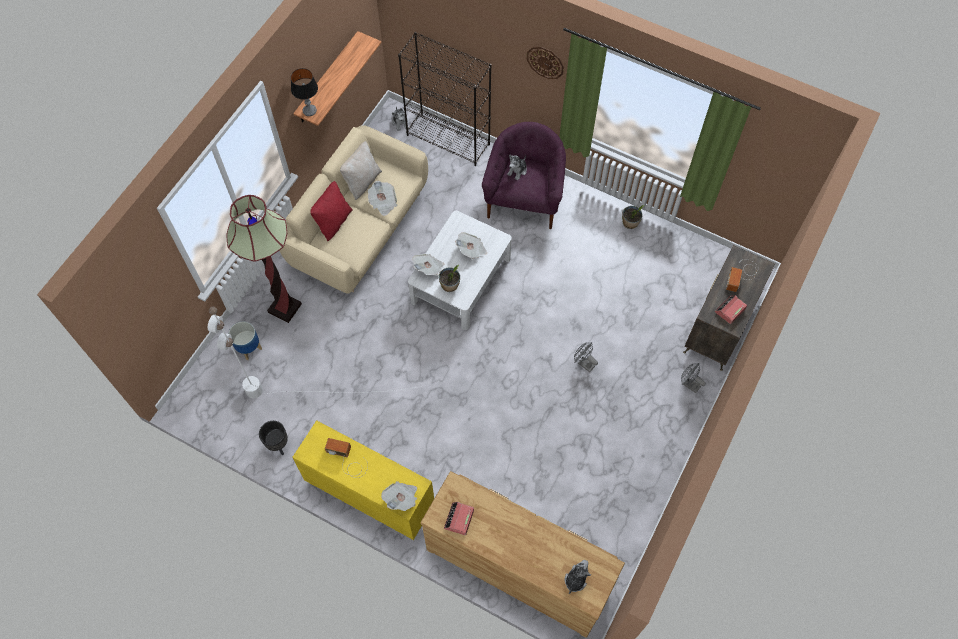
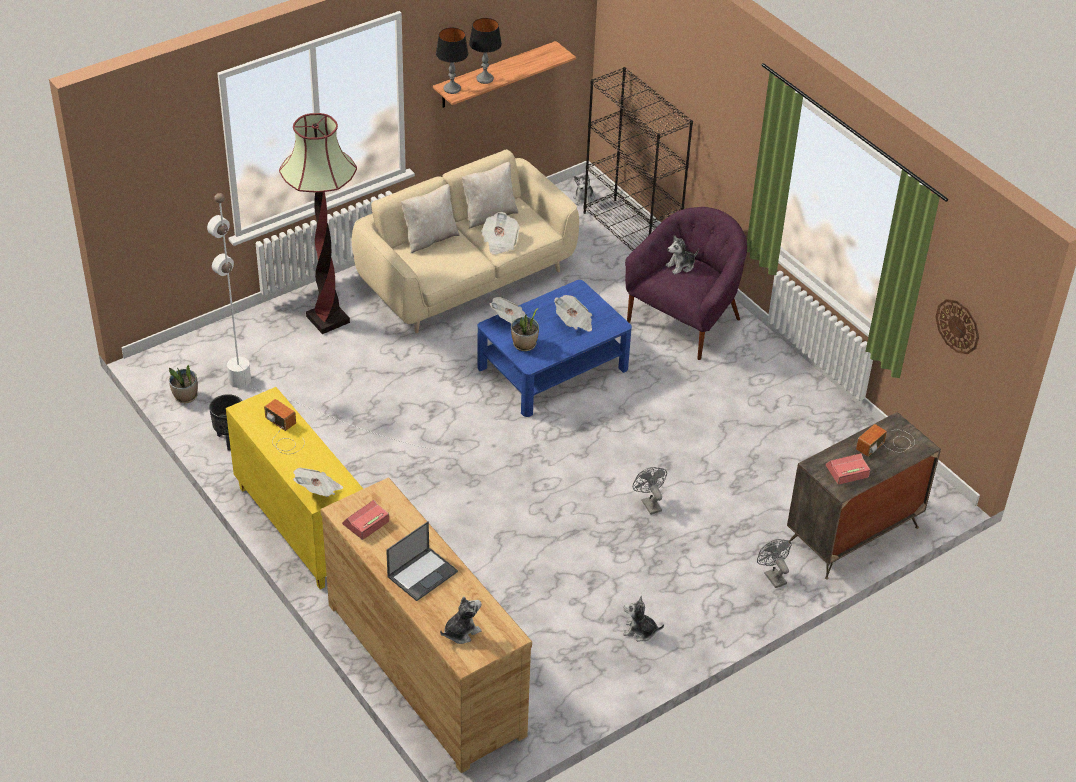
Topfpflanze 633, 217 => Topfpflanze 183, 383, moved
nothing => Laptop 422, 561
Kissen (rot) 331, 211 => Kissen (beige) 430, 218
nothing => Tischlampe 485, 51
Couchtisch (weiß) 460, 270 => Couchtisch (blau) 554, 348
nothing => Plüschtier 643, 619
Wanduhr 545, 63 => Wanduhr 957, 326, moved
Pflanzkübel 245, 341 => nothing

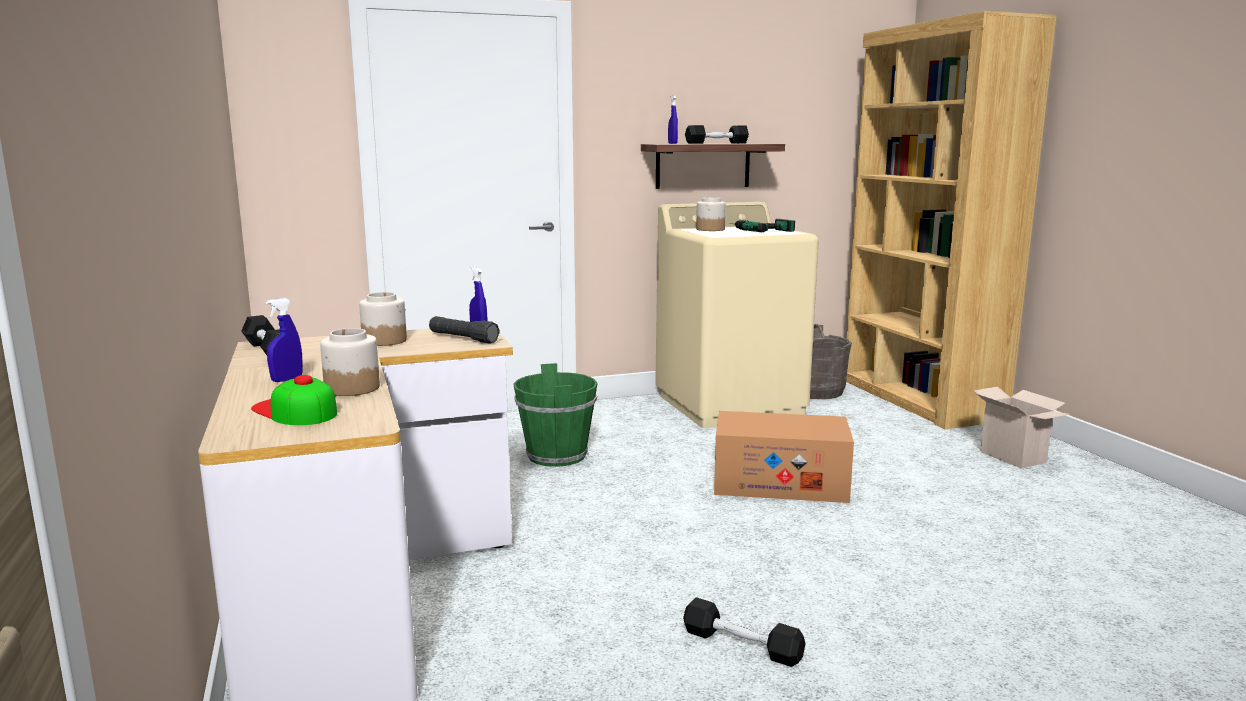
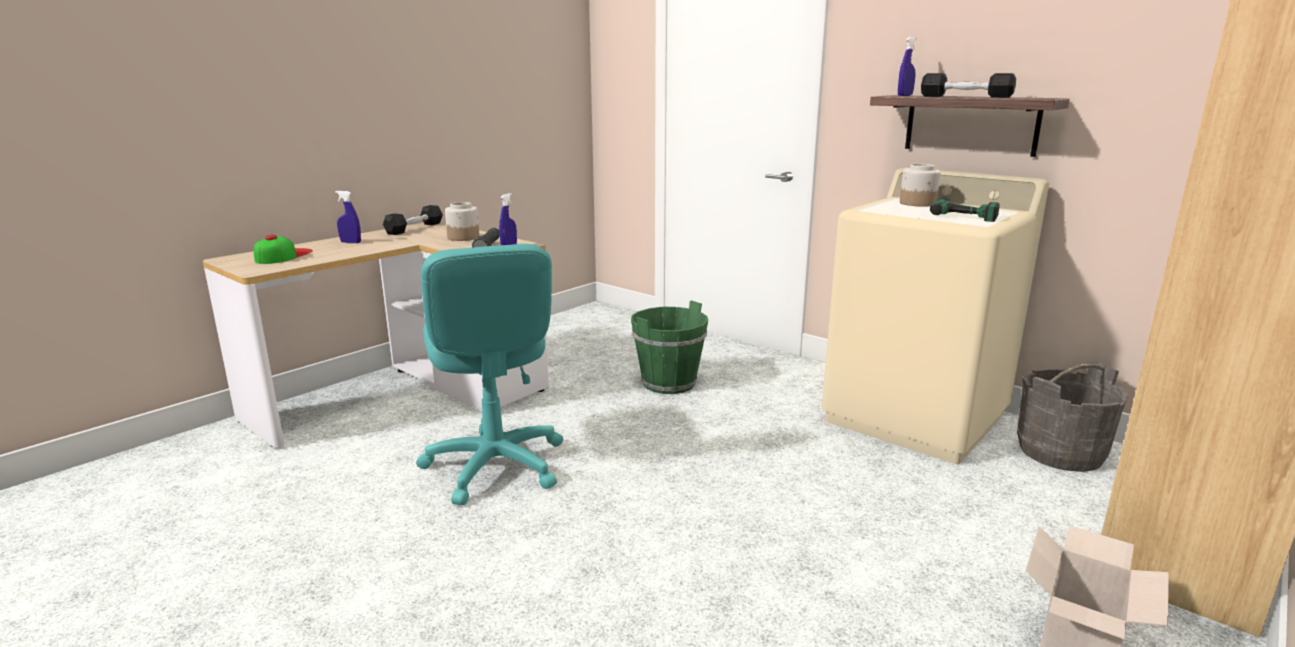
nothing => Bürostuhl (türkis) 489, 374
Vorratsglas 350, 362 => nothing
Hantel (schwarz) 744, 632 => nothing
Karton 784, 457 => nothing

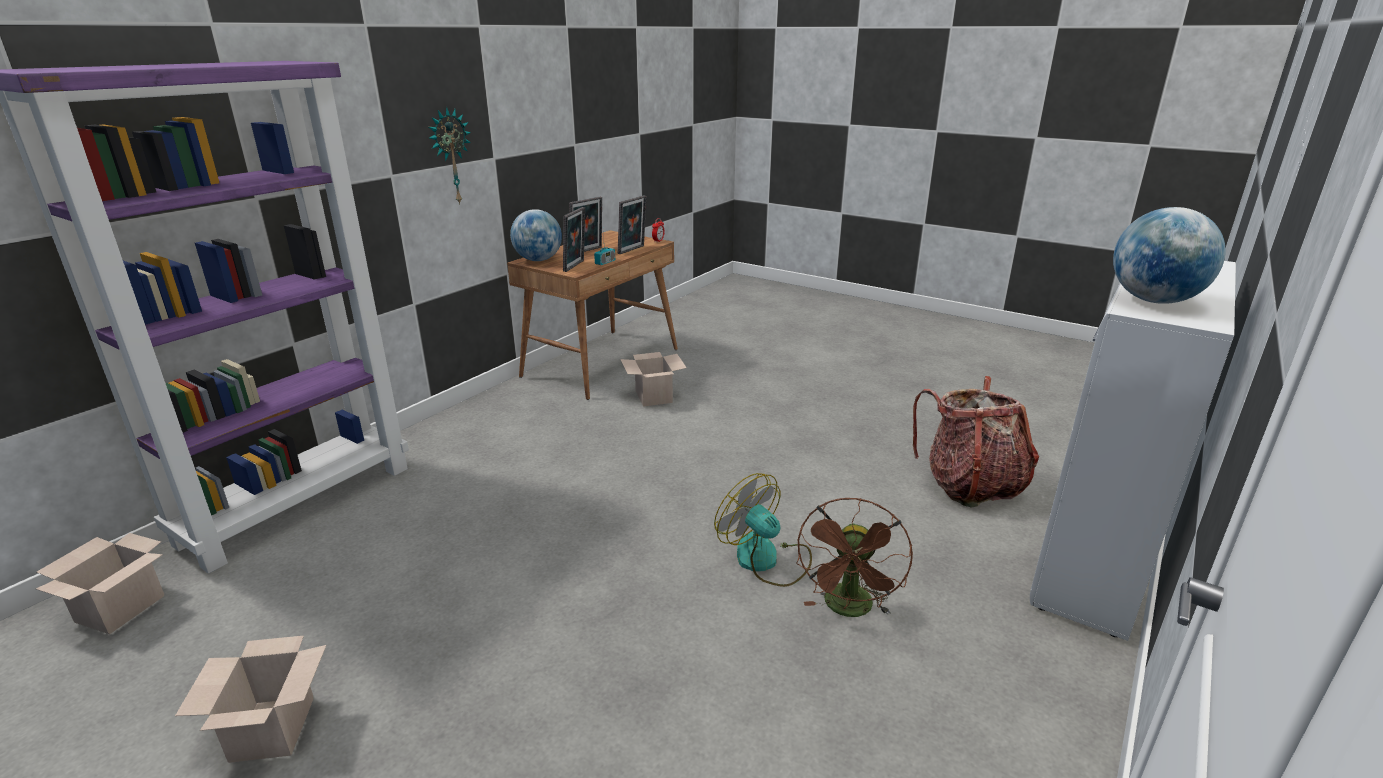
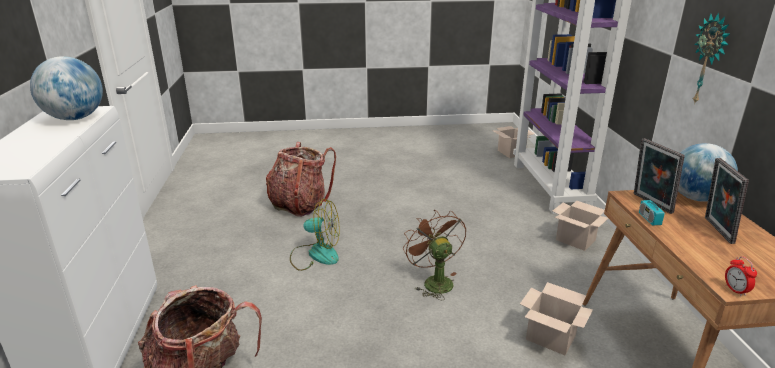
nothing => Rucksack 301, 179
Ventilator (braun) 854, 557 => Ventilator (braun) 434, 255, moved
Karton 250, 699 => Karton 580, 225, moved
Bilderrahmen 632, 224 => nothing

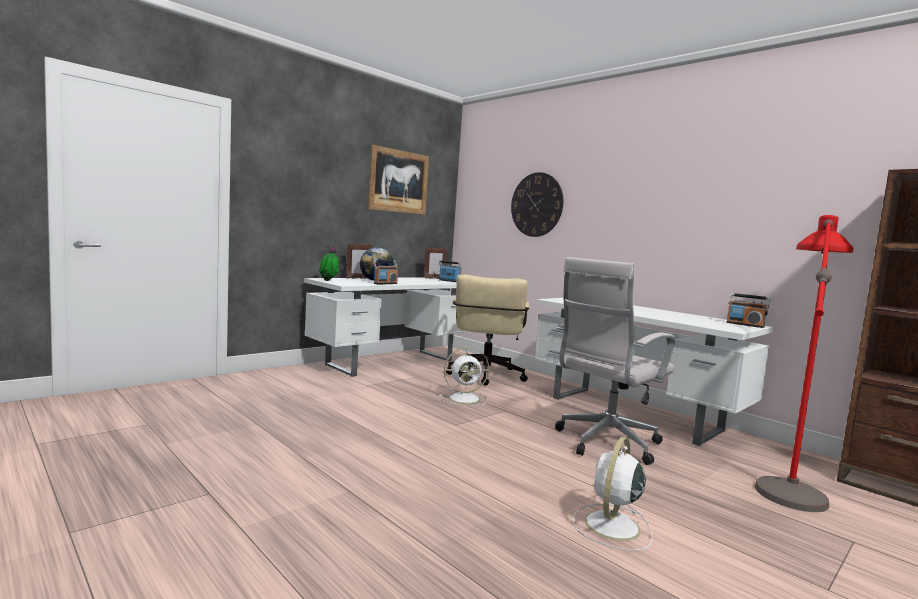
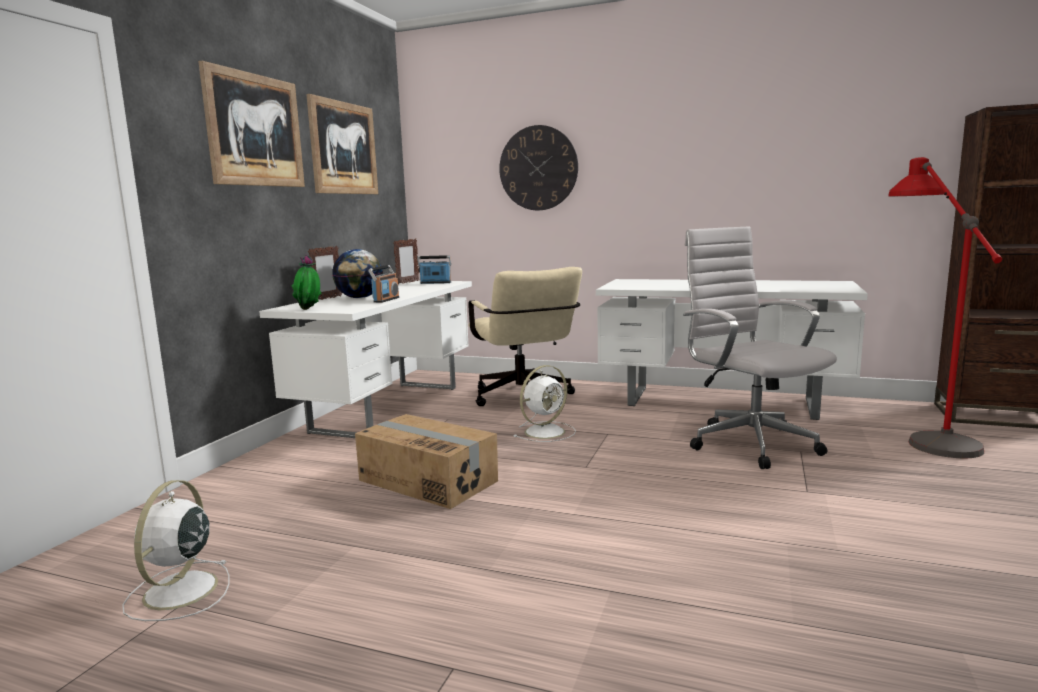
Ventilator (weiß) 613, 494 => Ventilator (weiß) 176, 550, moved
nothing => Bild 251, 124
nothing => Karton 426, 461
Bürostuhl (weiß) 615, 361 => Bürostuhl (weiß) 760, 347, 135 degrees clockwise
Radio 748, 310 => nothing

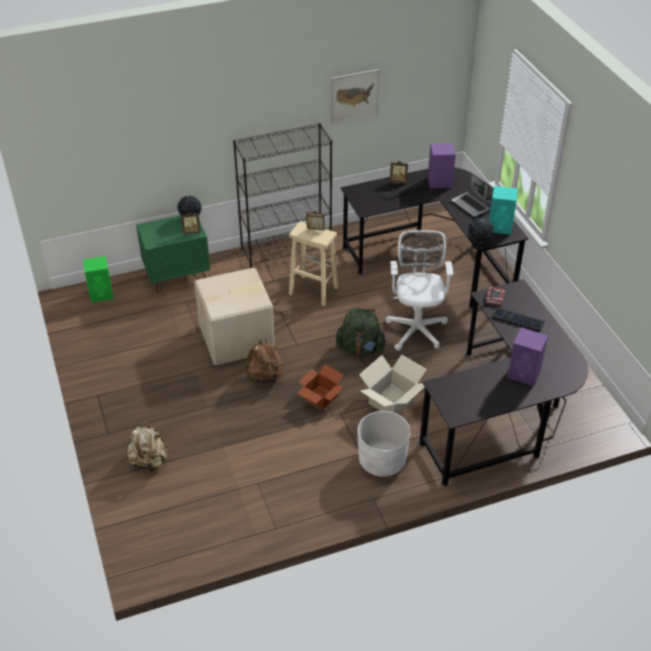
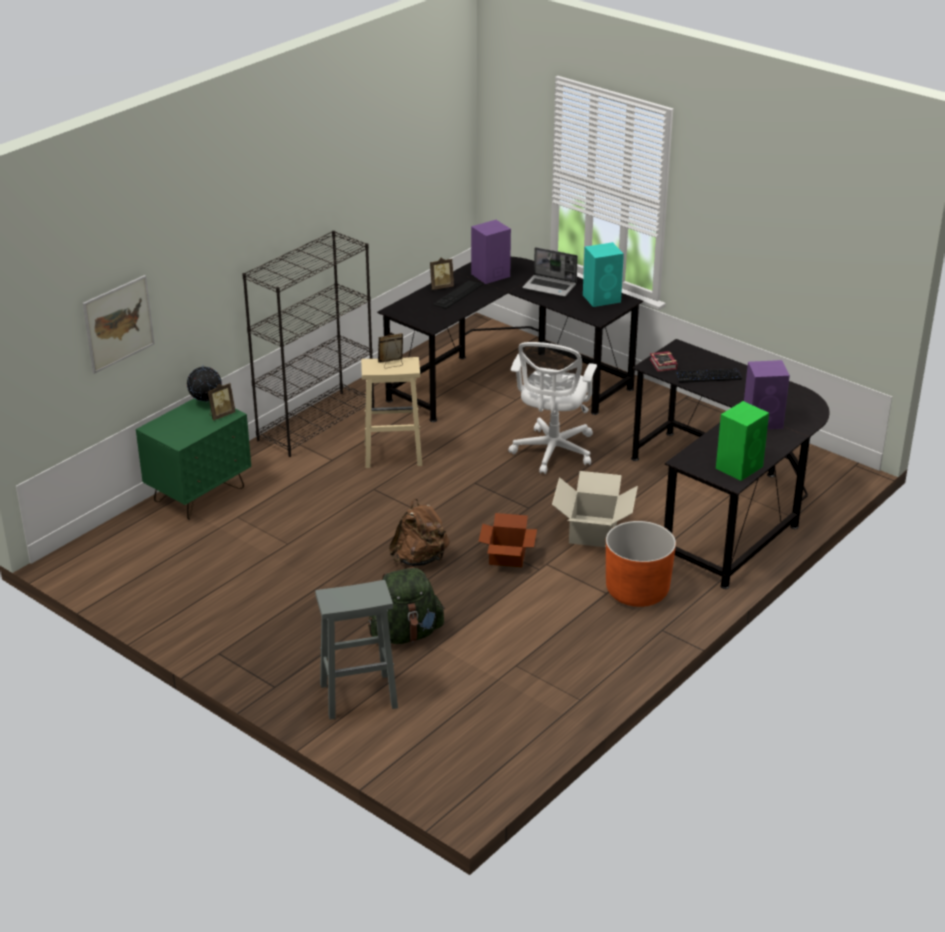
Bild 355, 96 => Bild 119, 324, moved
Rucksack (beige) 147, 447 => Hocker (grau) 356, 650
Rucksack (grün) 361, 331 => Rucksack (grün) 406, 605, moved
Bürostuhl (weiß) 419, 290 => Bürostuhl (weiß) 552, 408, 135 degrees counterclockwise
Pflanzkübel (weiß) 384, 444 => Pflanzkübel (orange) 641, 564
Lautsprecher (grün) 98, 279 => Lautsprecher (grün) 742, 441, moved
Karton 234, 316 => nothing
Globus 480, 230 => nothing

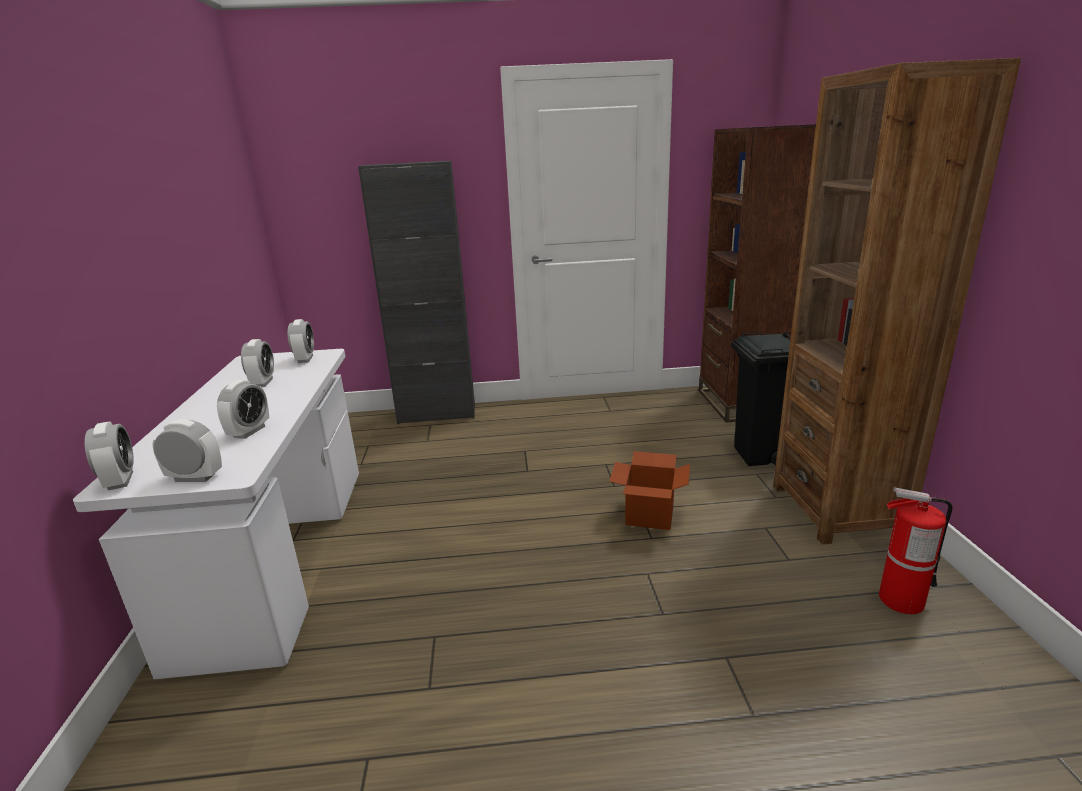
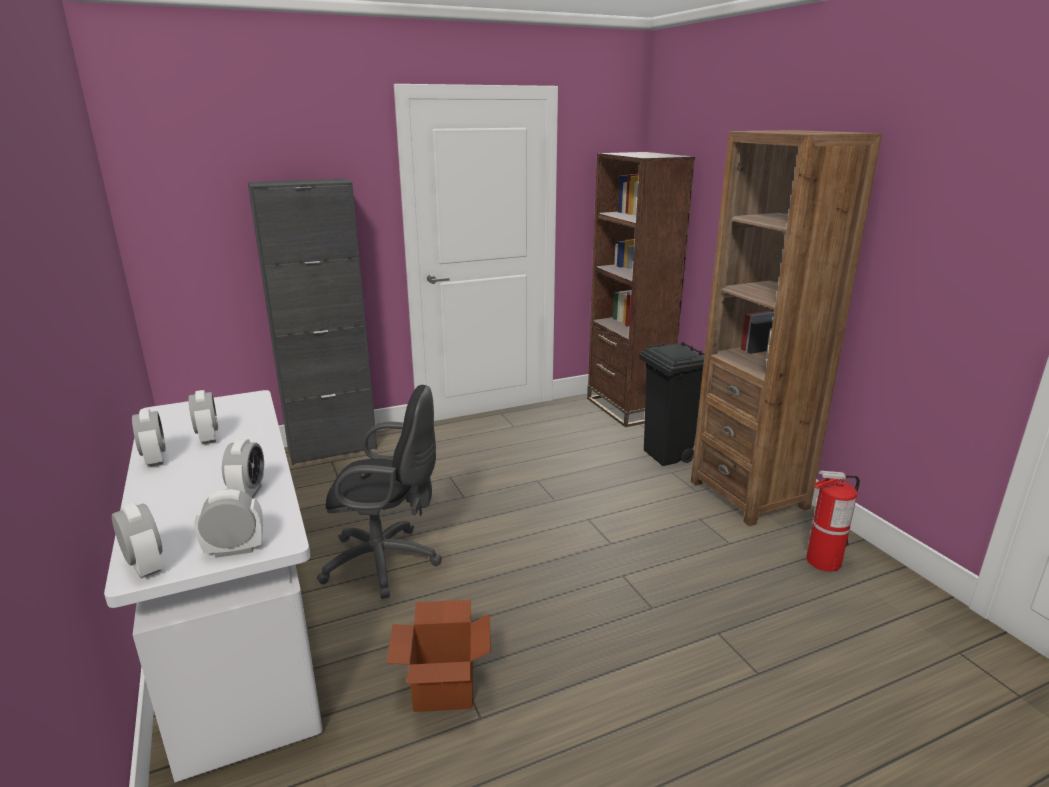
Wecker 300, 341 => Wecker 149, 438, moved
nothing => Bürostuhl (schwarz) 379, 492
Karton 649, 490 => Karton 438, 656, moved

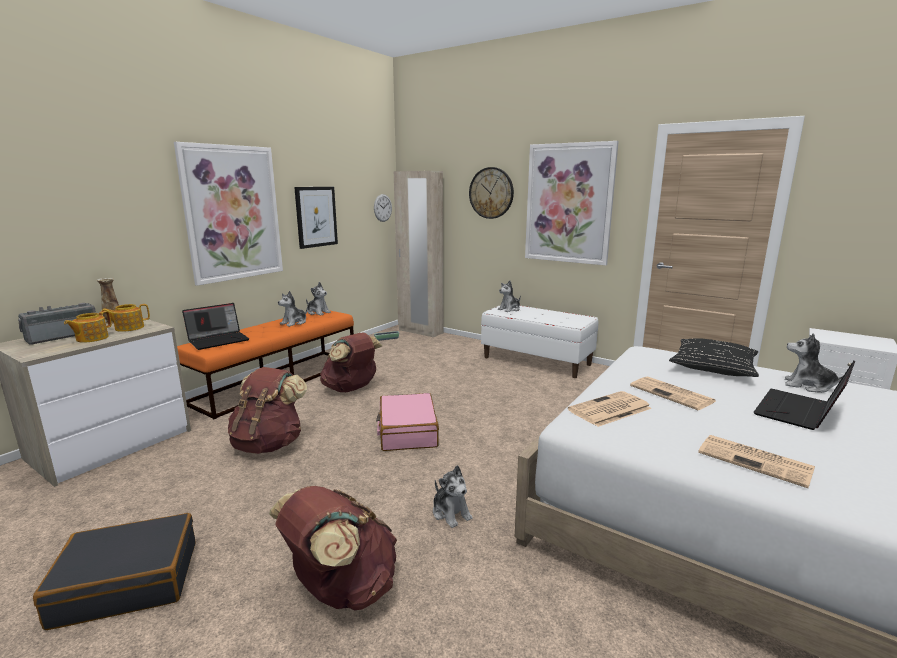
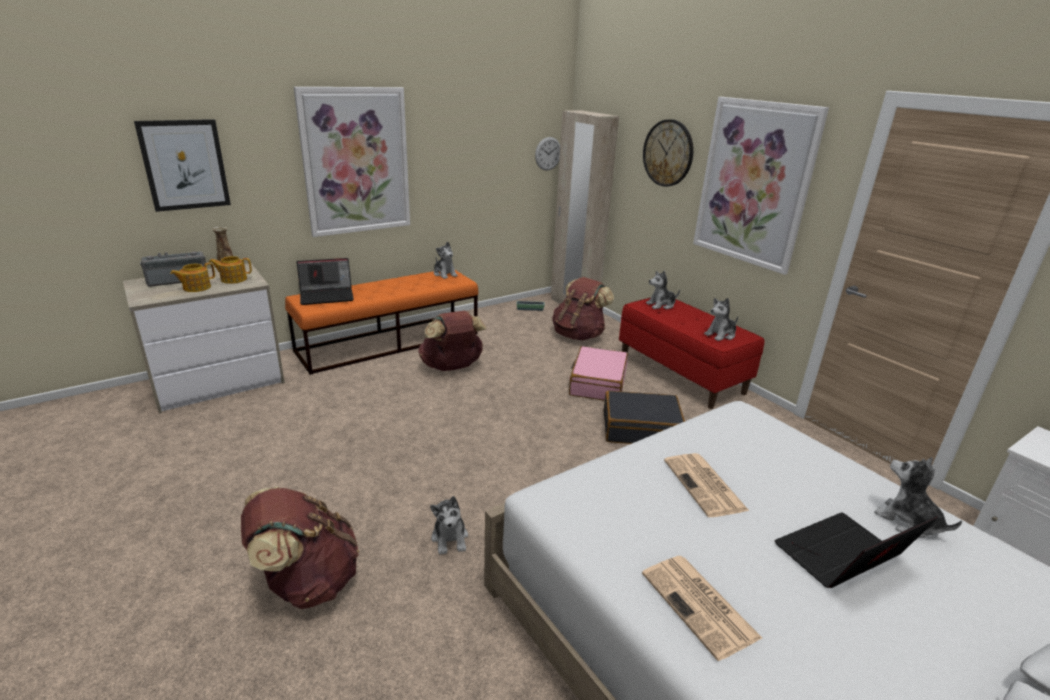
Bild 316, 218 => Bild 182, 165, moved
Rucksack (braun) 267, 410 => Rucksack (braun) 583, 308, moved
Koffer (rosa) 407, 422 => Koffer (rosa) 598, 373, moved
Koffer (schwarz) 114, 571 => Koffer (schwarz) 644, 417, moved
Bank (weiß) 539, 342 => Bank (rot) 691, 353
Plüschtier 293, 308 => Plüschtier 721, 319, moved
Zeitung 610, 409 => nothing
Kissen (schwarz) 714, 357 => nothing

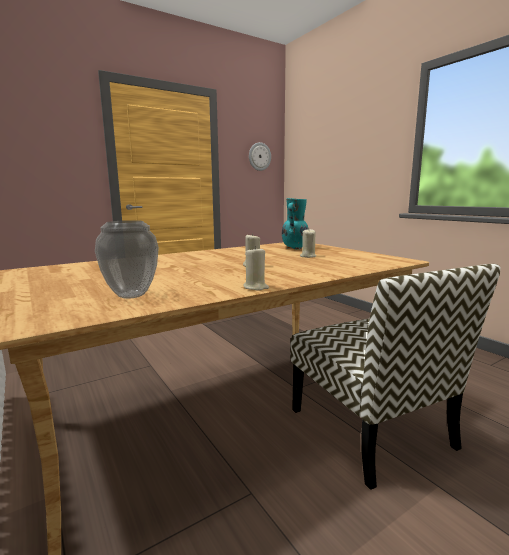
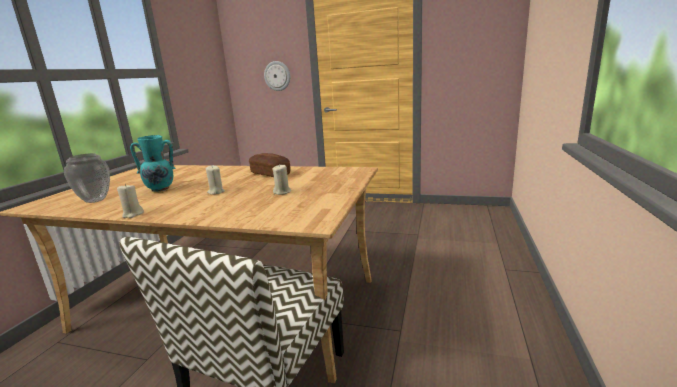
Vase (türkis) 295, 223 => Vase (türkis) 153, 163, moved
nothing => Brot 270, 165
Wanduhr 260, 156 => Wanduhr 277, 76, moved

